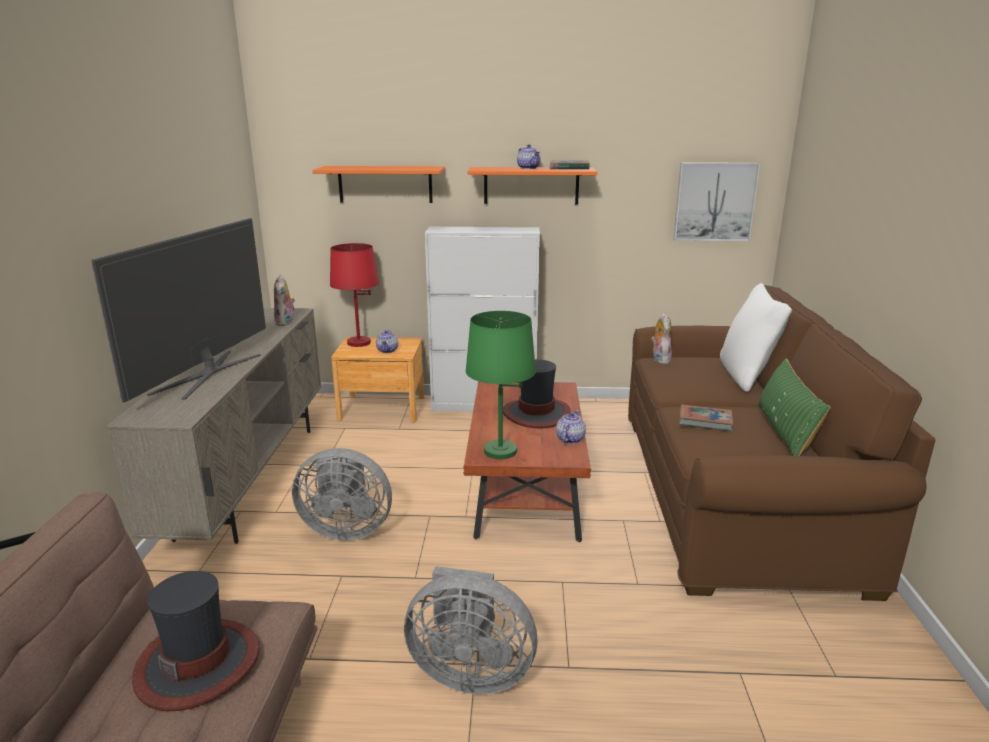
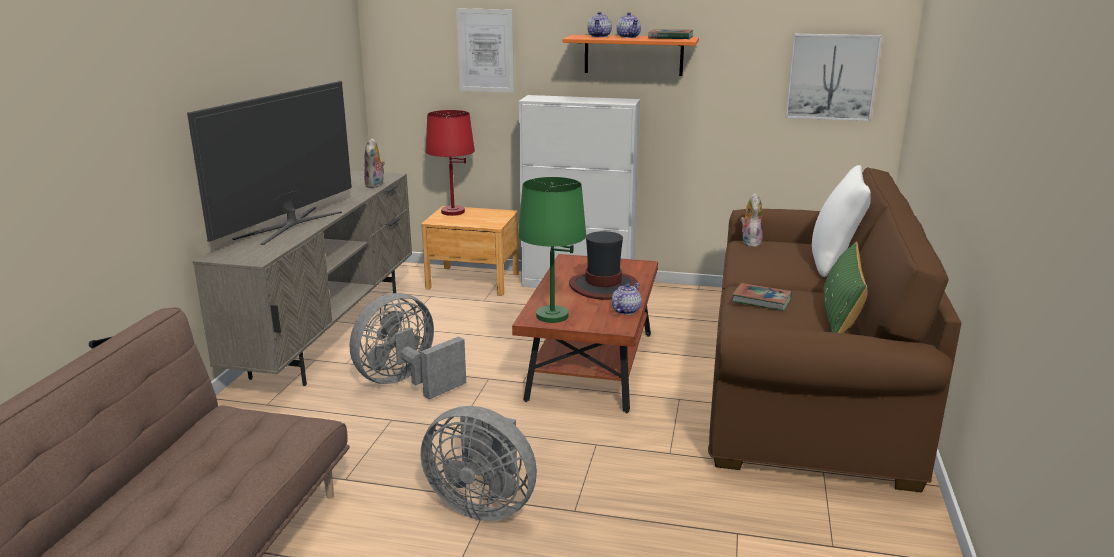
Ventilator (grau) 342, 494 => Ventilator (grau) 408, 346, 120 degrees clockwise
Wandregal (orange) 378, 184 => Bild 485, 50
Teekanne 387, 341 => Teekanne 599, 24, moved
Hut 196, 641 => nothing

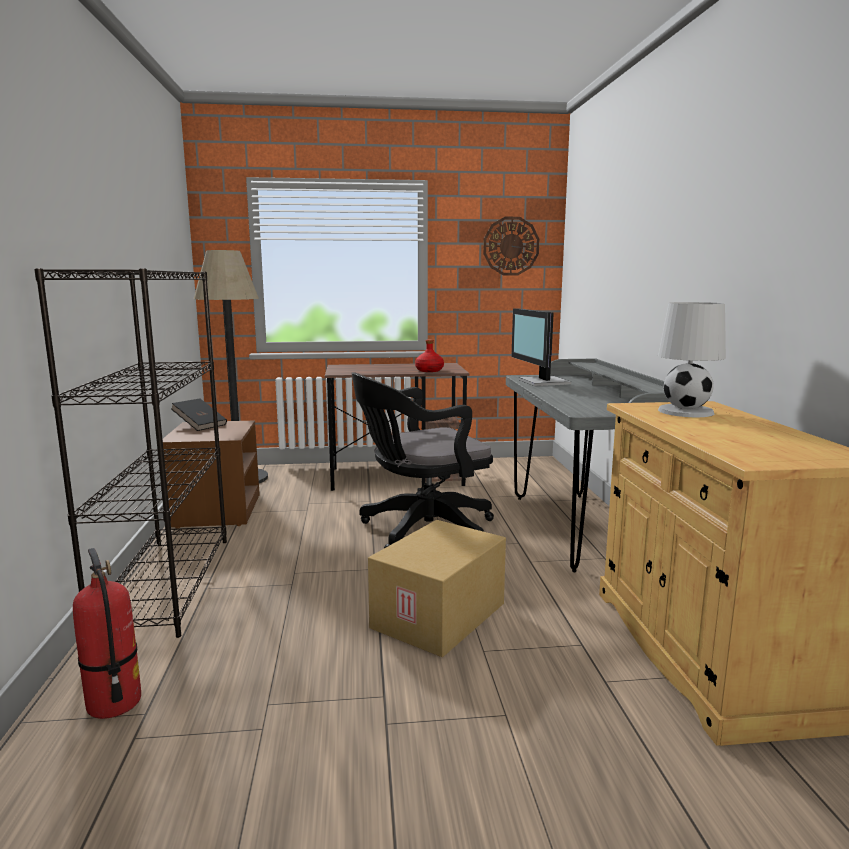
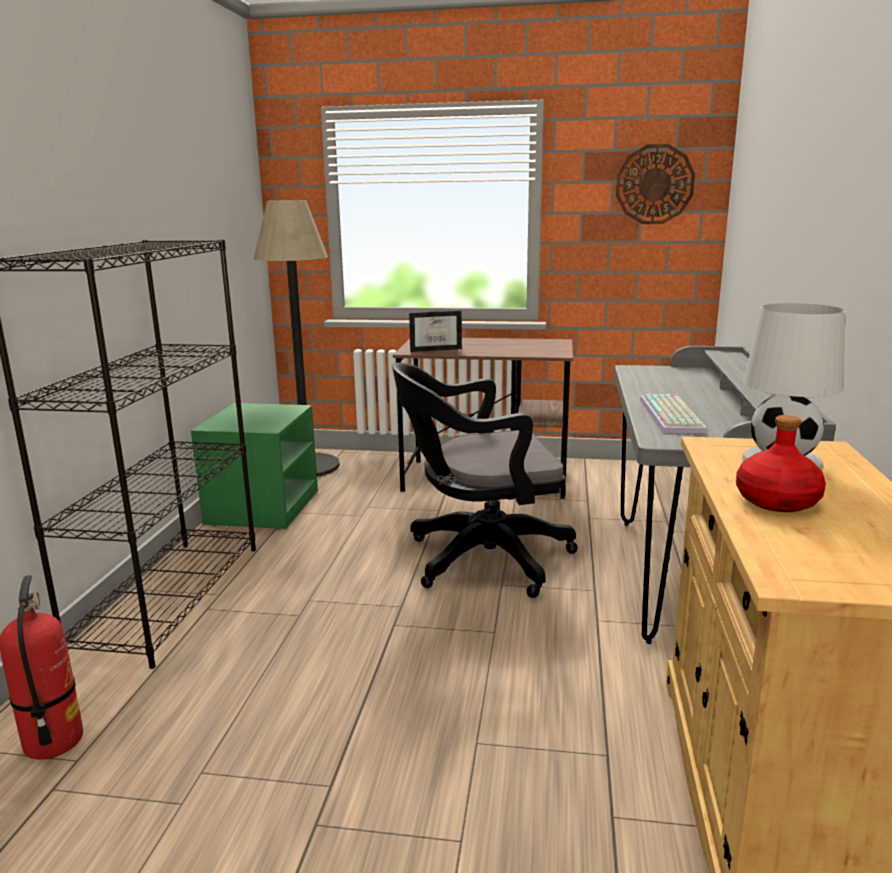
Nachttisch (braun) 211, 475 => Nachttisch (grün) 254, 466
nothing => Bilderrahmen 435, 331
nothing => Tastatur 673, 413
Flasche (rot) 429, 355 => Flasche (rot) 781, 463, moved
Buch (schwarz) 199, 414 => nothing
Karton 437, 588 => nothing
Monitor 541, 347 => nothing

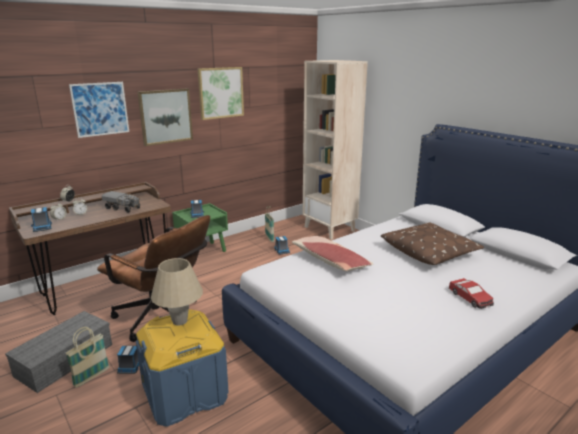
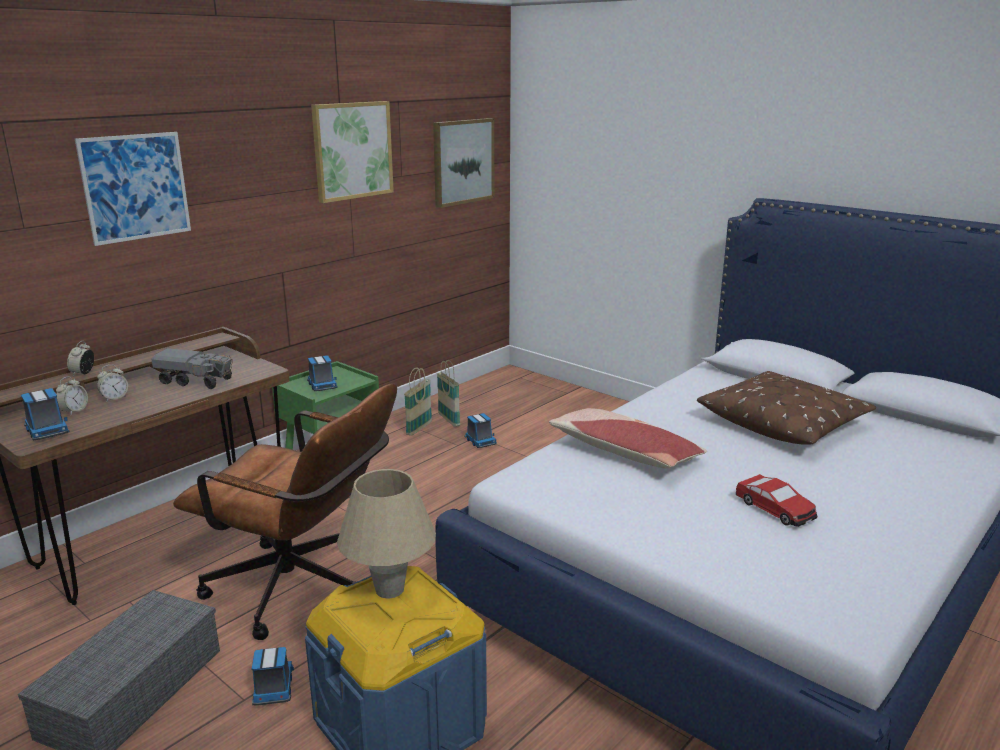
Korb 87, 357 => Korb 418, 401, moved
Bild 165, 117 => Bild 463, 163, moved
Spielzeugauto 471, 293 => Spielzeugauto 776, 500, moved
Bücherregal (beige) 335, 150 => nothing

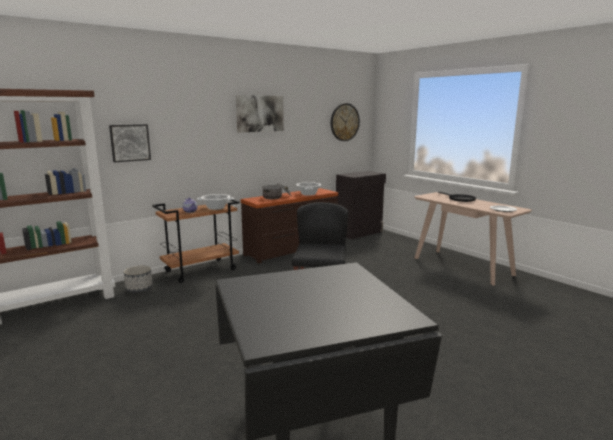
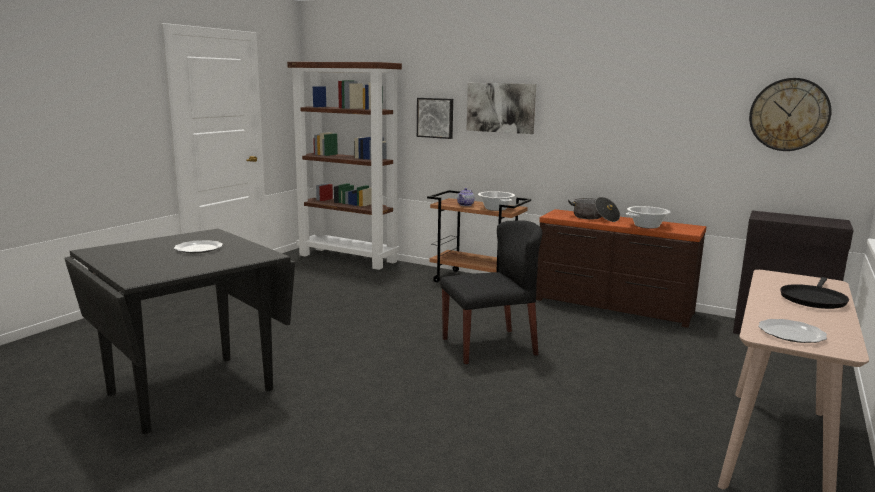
nothing => Teller 198, 246
Bild 260, 114 => Bild 501, 108, moved
Pflanzkübel 138, 279 => nothing

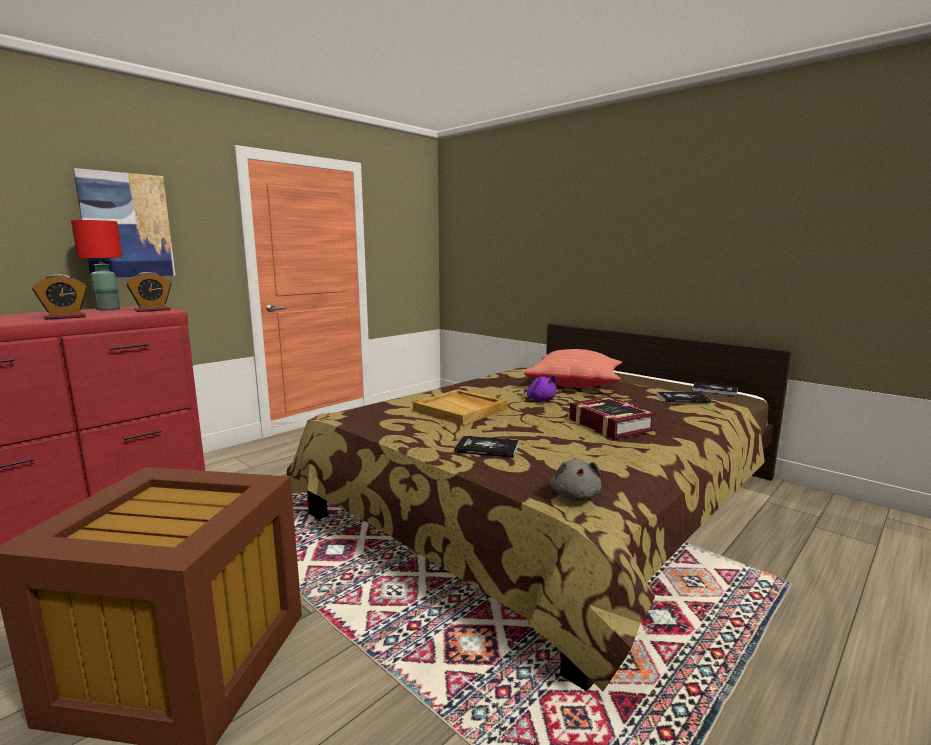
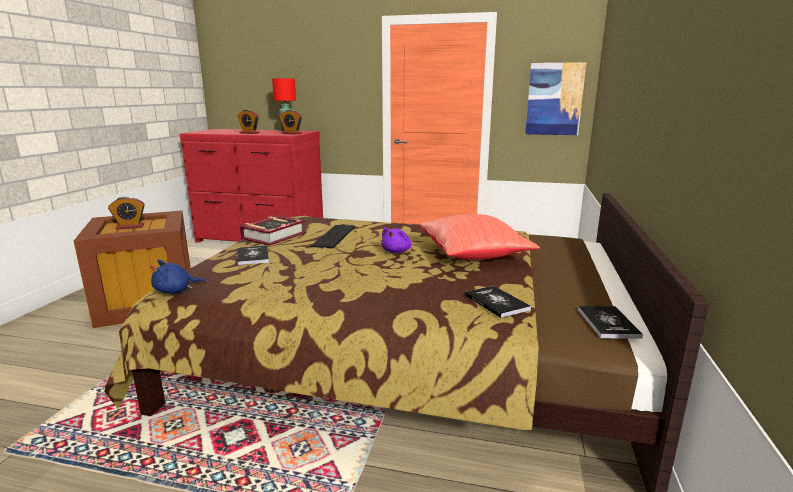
nothing => Wecker 126, 213
Plüschtier (grau) 576, 480 => Plüschtier (blau) 178, 276
Buch 613, 418 => Buch 273, 230, moved
Tablett (beige) 460, 407 => Tastatur 333, 236
Bild 124, 222 => Bild 555, 98, moved

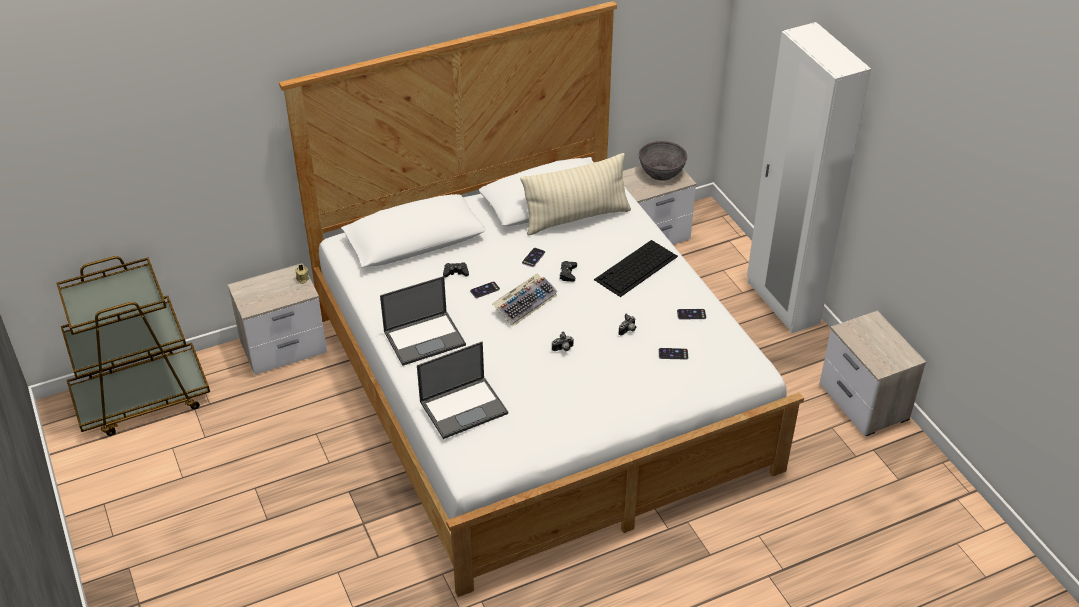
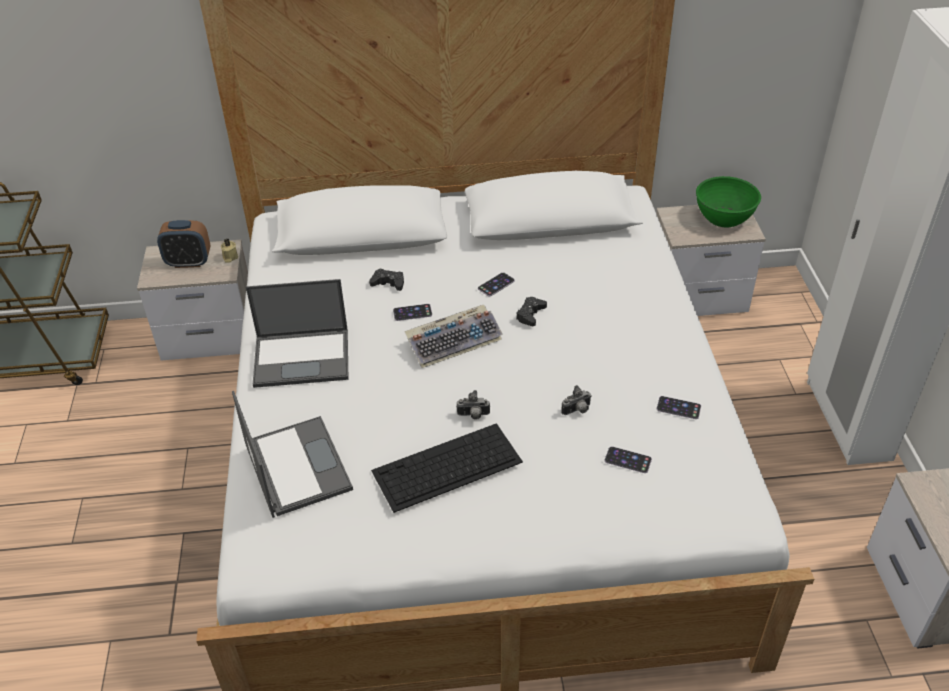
nothing => Wecker 183, 244
Laptop 462, 390 => Laptop 292, 454, 105 degrees counterclockwise
Tastatur 636, 268 => Tastatur 447, 468, moved
Schüssel (grau) 663, 161 => Schüssel (grün) 728, 201
Kissen (beige) 576, 194 => nothing

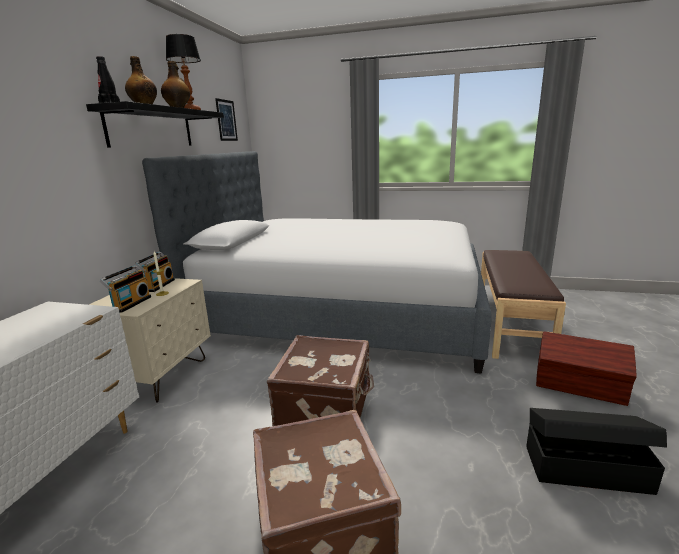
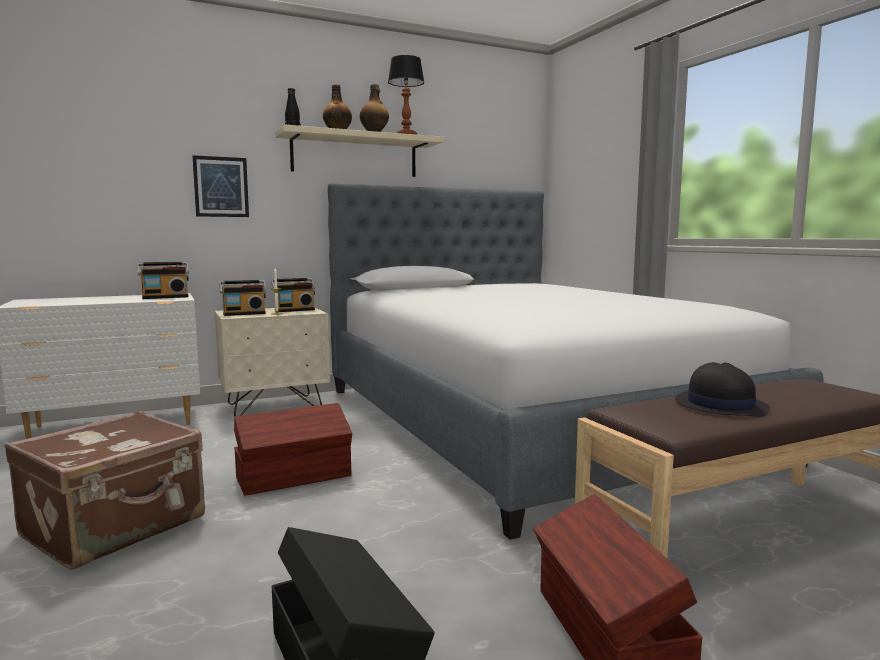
nothing => Radio 163, 280
Bild 226, 119 => Bild 220, 186, moved
Koffer (braun) 320, 380 => Aufbewahrungsbox (braun) 293, 449
Wandregal (schwarz) 155, 124 => Wandregal (beige) 359, 150
nothing => Hut (schwarz) 722, 389

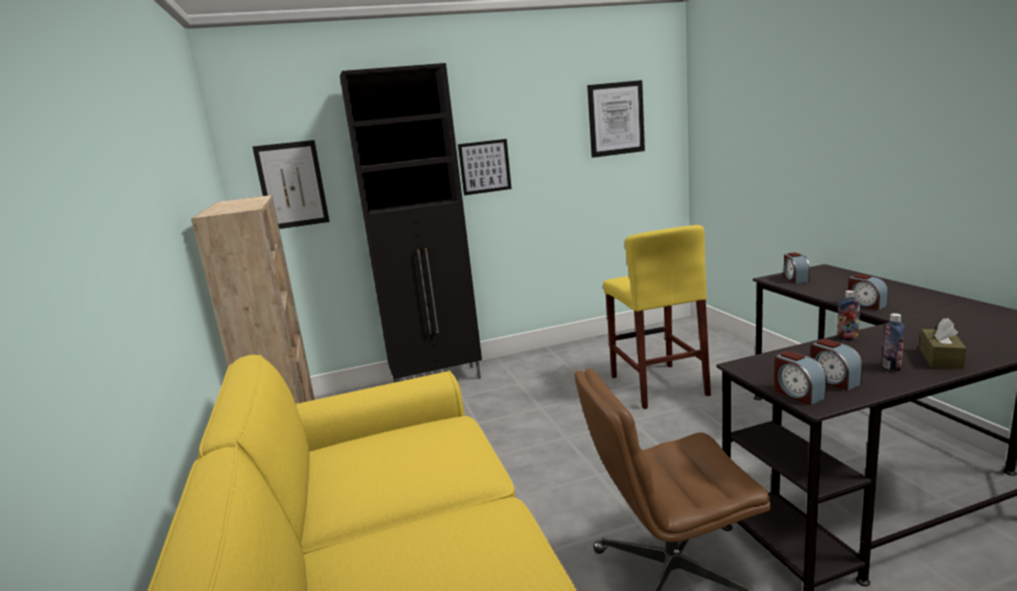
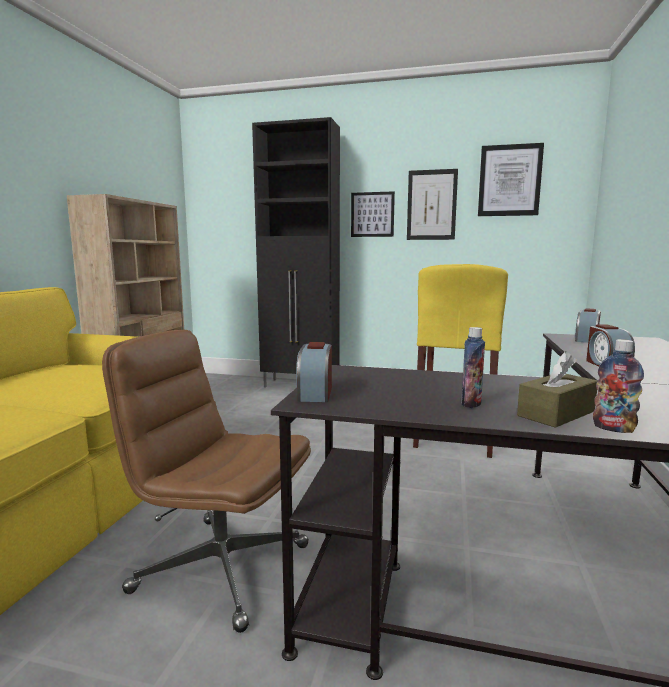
Bild 291, 184 => Bild 432, 204, moved
Flasche 848, 315 => Flasche 618, 386, moved
Wecker 837, 365 => nothing

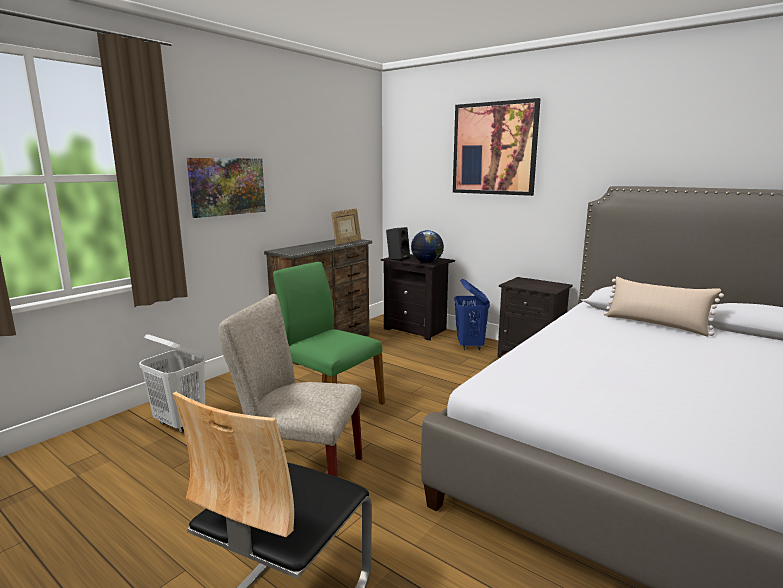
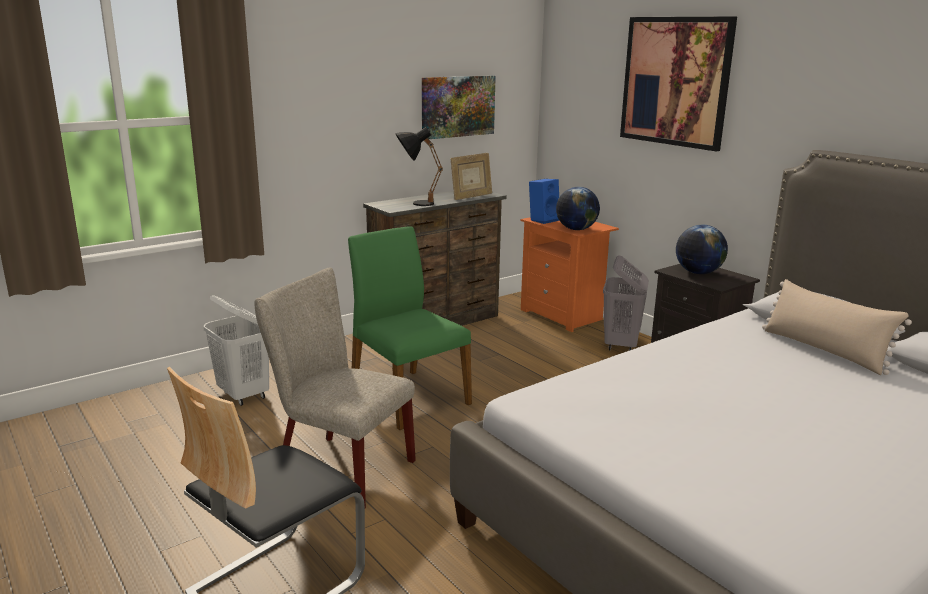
nothing => Tischlampe (schwarz) 419, 166
Bild 226, 188 => Bild 459, 107, moved
Nachttisch (schwarz) 418, 297 => Nachttisch (orange) 570, 274
Lautsprecher (schwarz) 398, 244 => Lautsprecher (blau) 544, 201
Wäschekorb (blau) 472, 314 => Wäschekorb (grau) 626, 303
nothing => Globus 702, 249

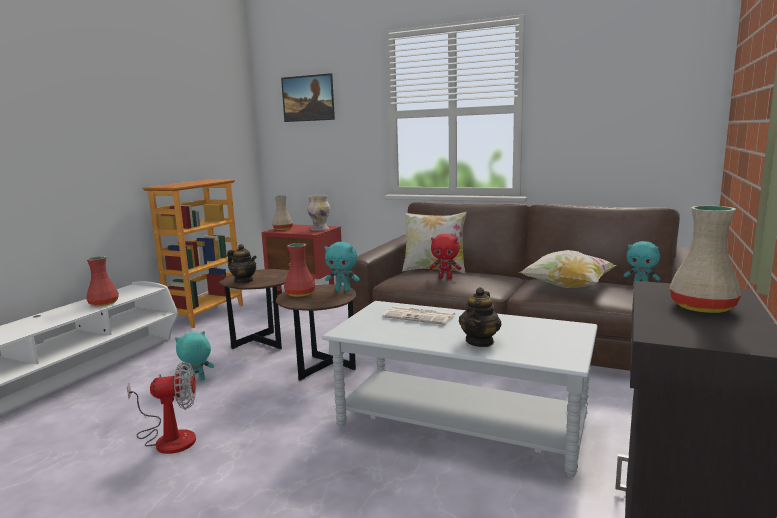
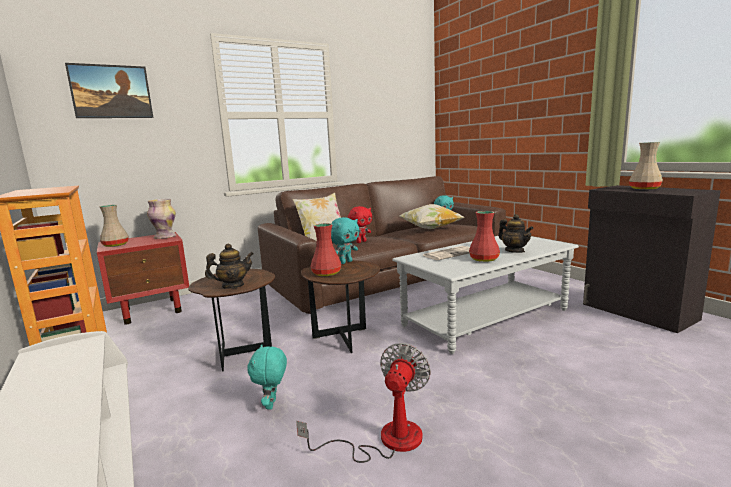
Vase (rot) 102, 281 => Vase (rot) 484, 236, moved

